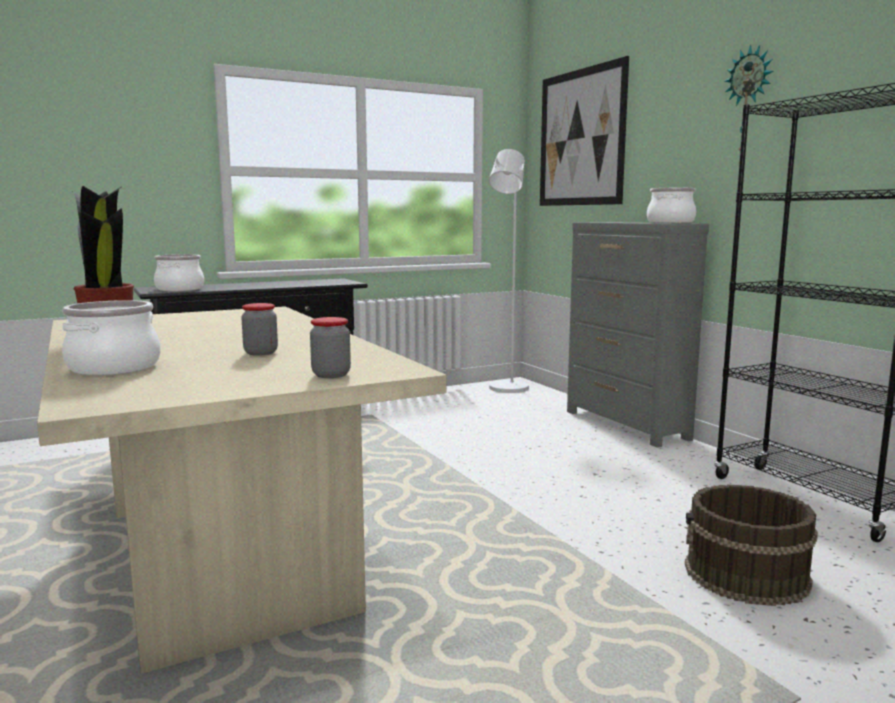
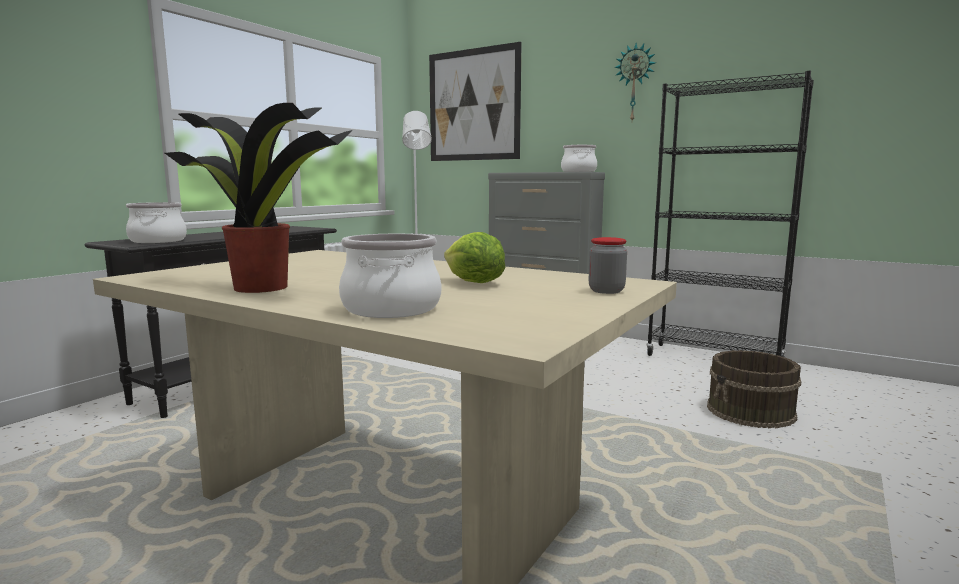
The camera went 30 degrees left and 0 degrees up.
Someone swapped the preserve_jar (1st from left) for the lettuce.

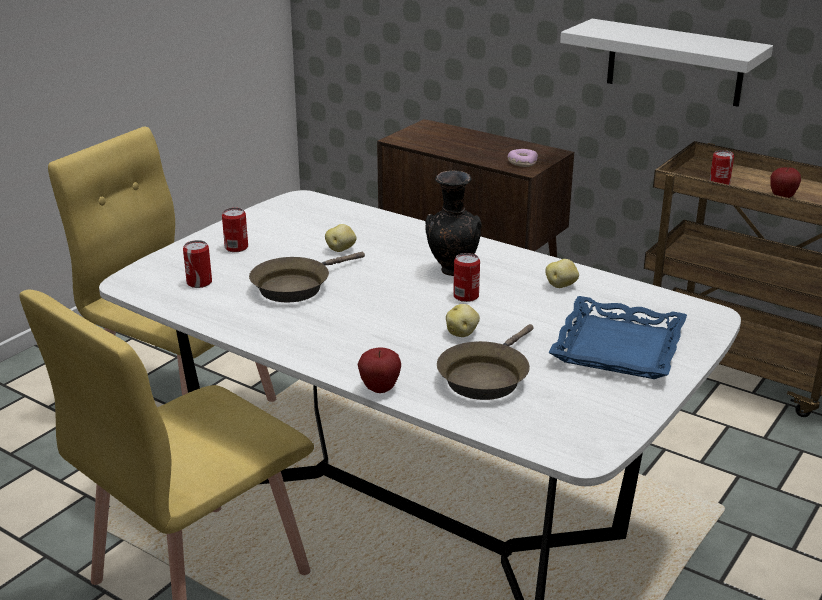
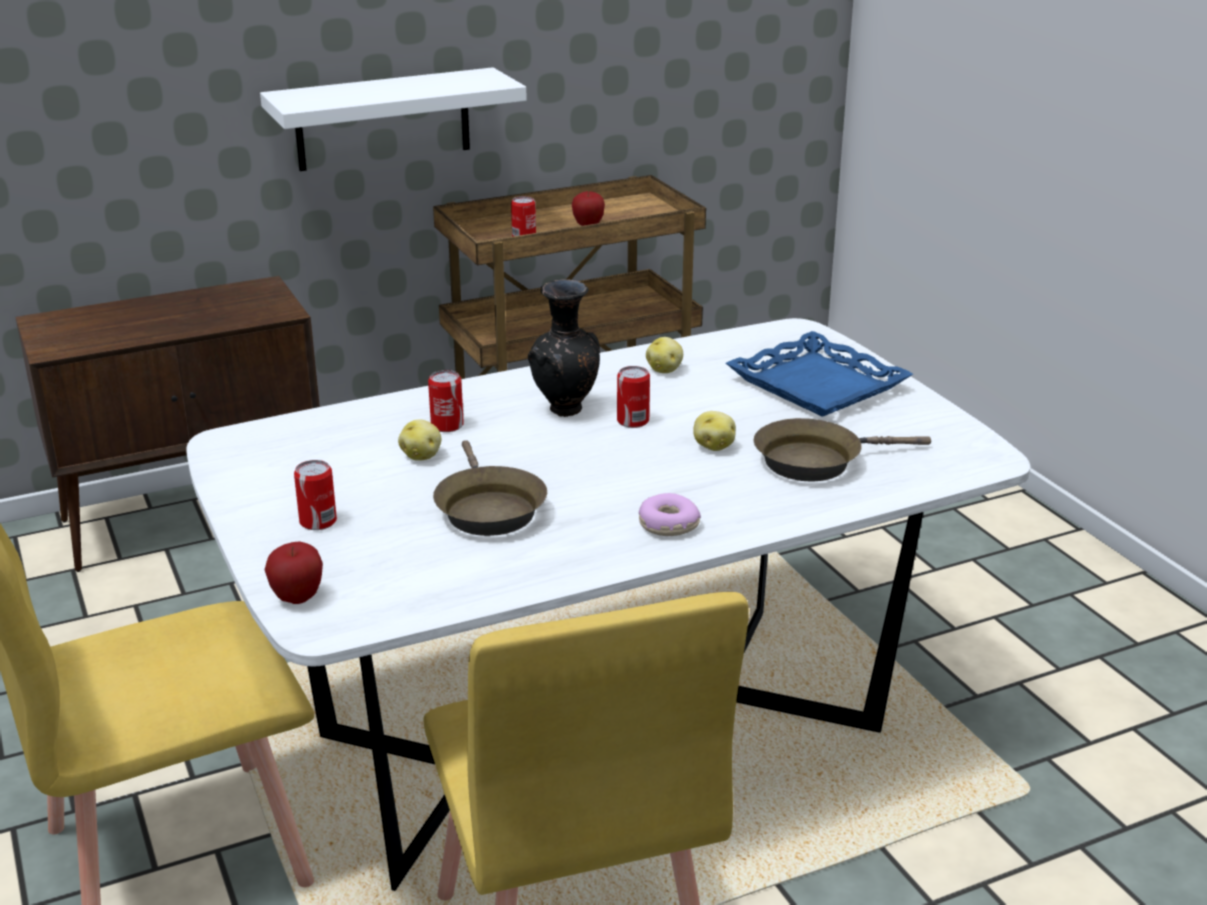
The camera went 60 degrees left and 0 degrees up.
Someone carried the sealed_can (1st from left in the first image).
Someone carried the apple (1st from left).
Someone carried the doughnut.
Someone rotated the brown_pan (2nd from left) by 105 degrees clockwise.

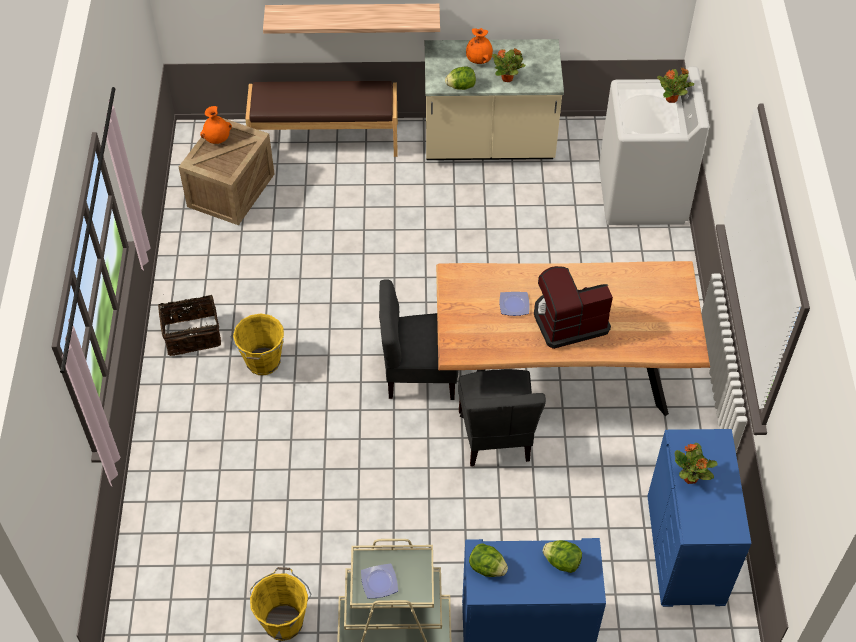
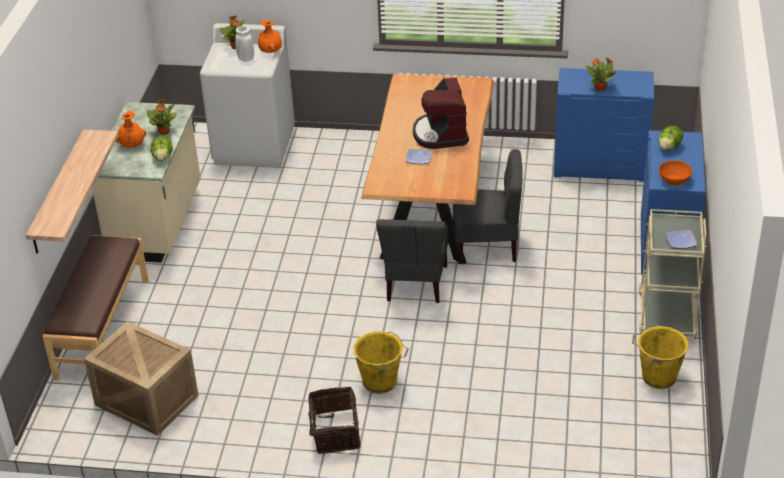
The camera went 80 degrees left and 15 degrees down.
Someone put down the white_vase.
Someone carried the orangey_vase (1st from left in the first image).
Someone swapped the lettuce (2nd from left) for the orangey_deep_dish.

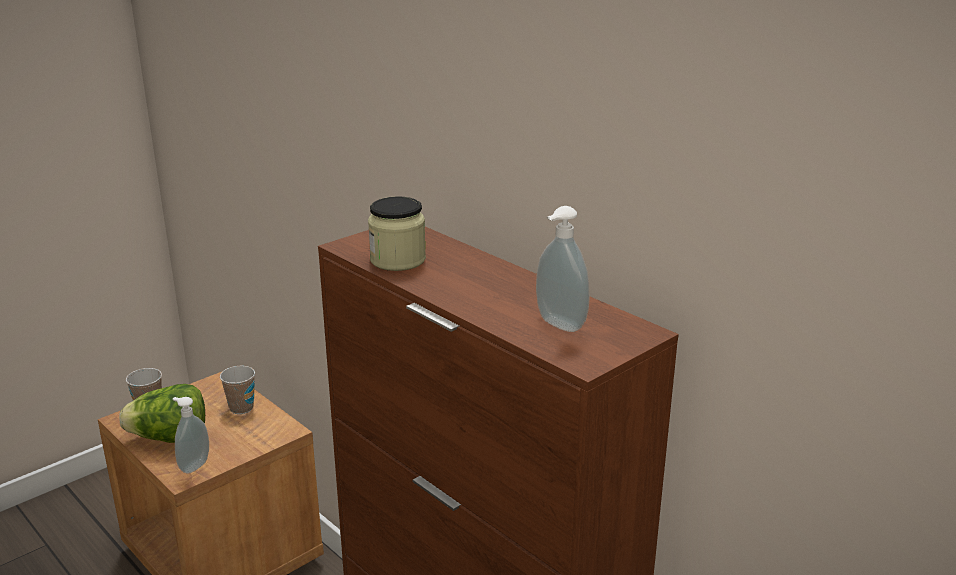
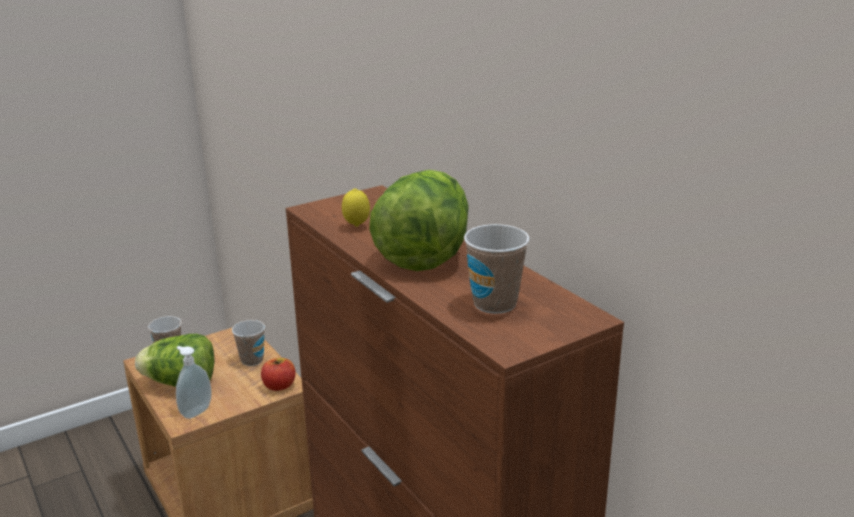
The camera went 10 degrees right and 0 degrees up.
Someone put down the apple.
Someone put down the lettuce (2nd from left).
Someone swapped the preserve_jar for the lemon.
Someone swapped the soap_bottle (2nd from left) for the small_cup (3rd from left).

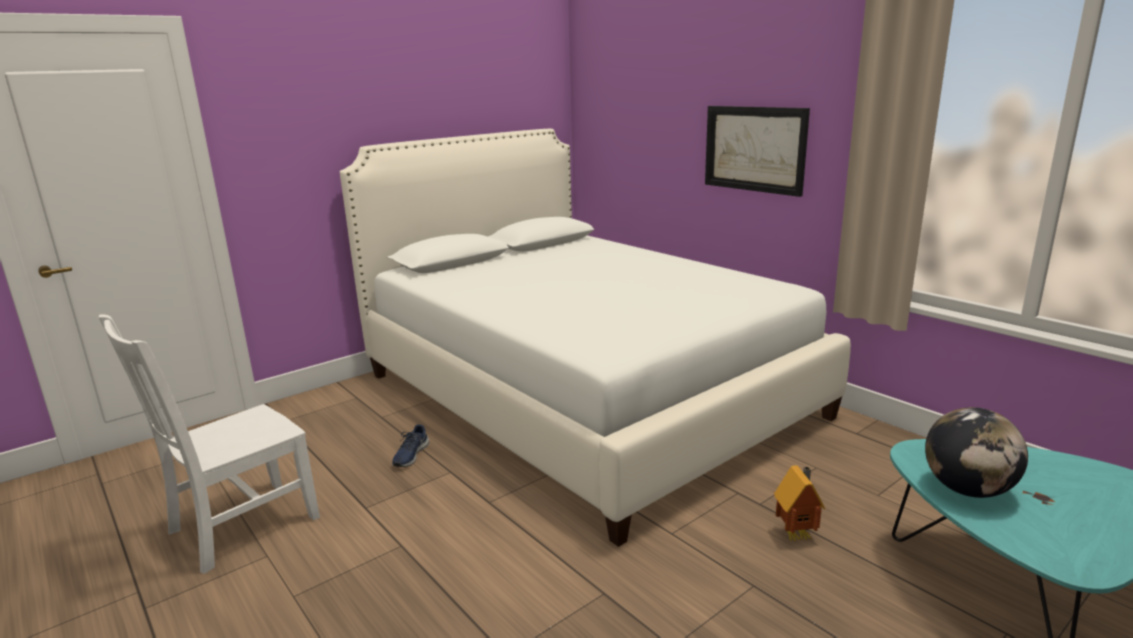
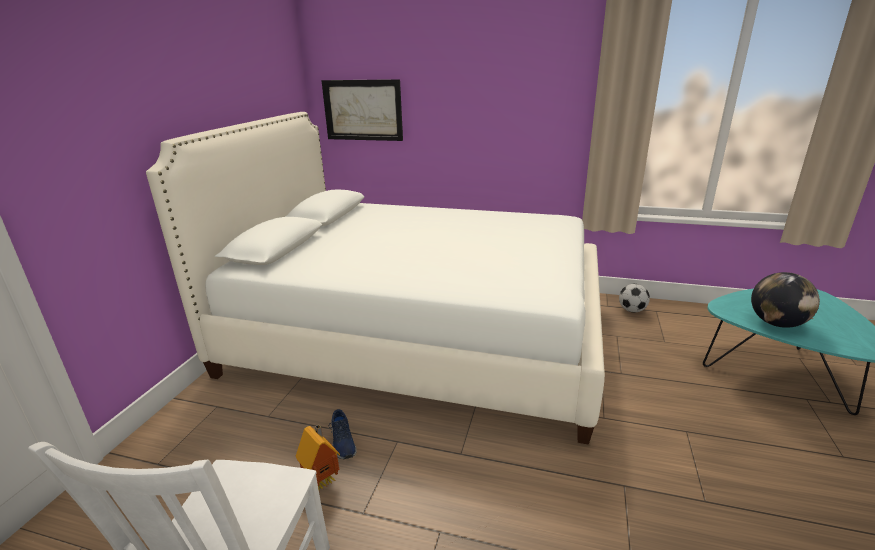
The camera went 35 degrees left and 5 degrees up.
Someone put down the football_ball.
Someone carried the wall_art.
Someone carried the toy_house.

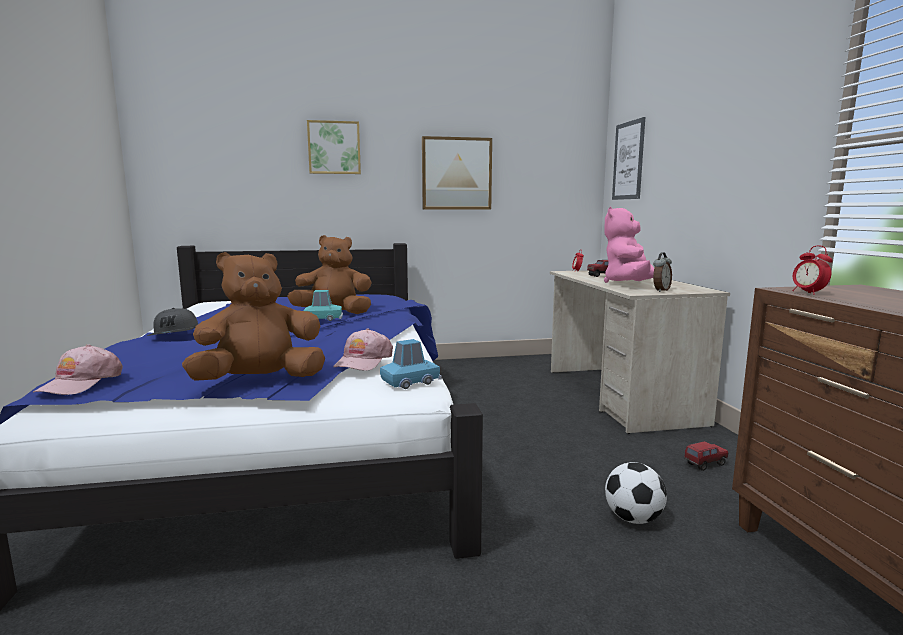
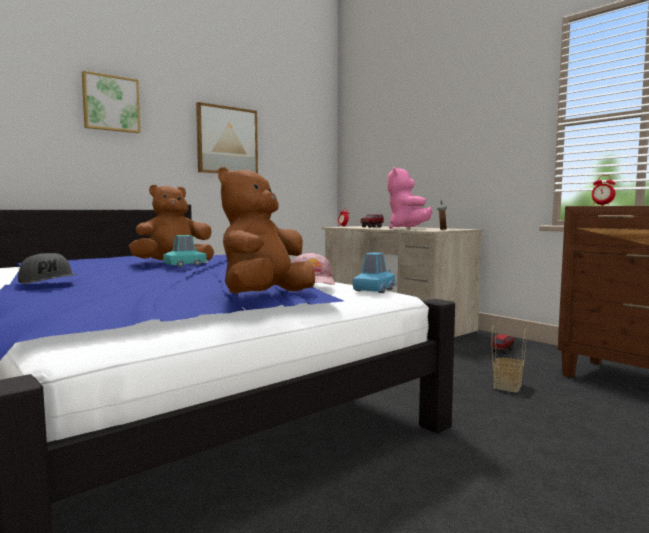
The camera went 30 degrees left and 5 degrees down.
Someone took away the pinkish_peaked_cap (1st from left).
Someone took away the wall_art (3rd from left).
Someone swapped the football_ball for the household_basket.

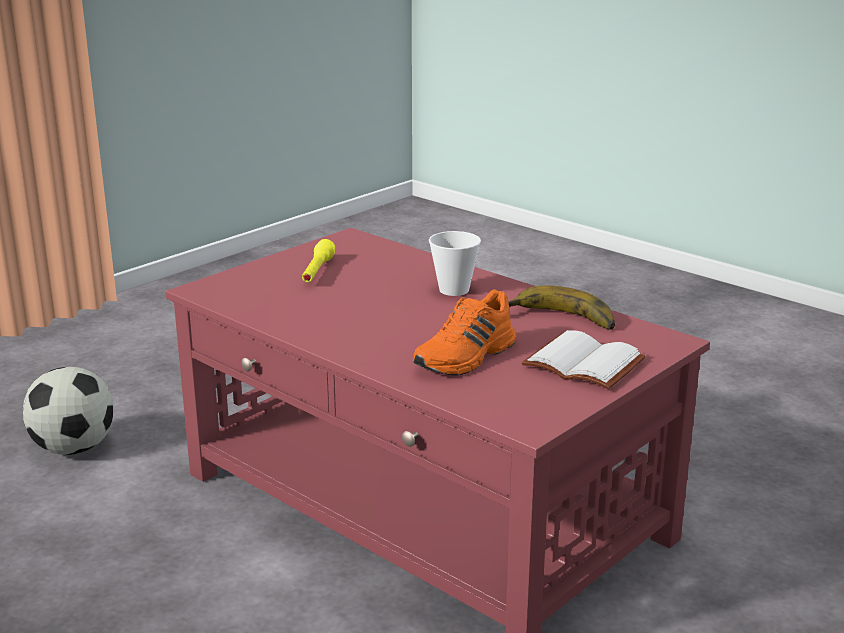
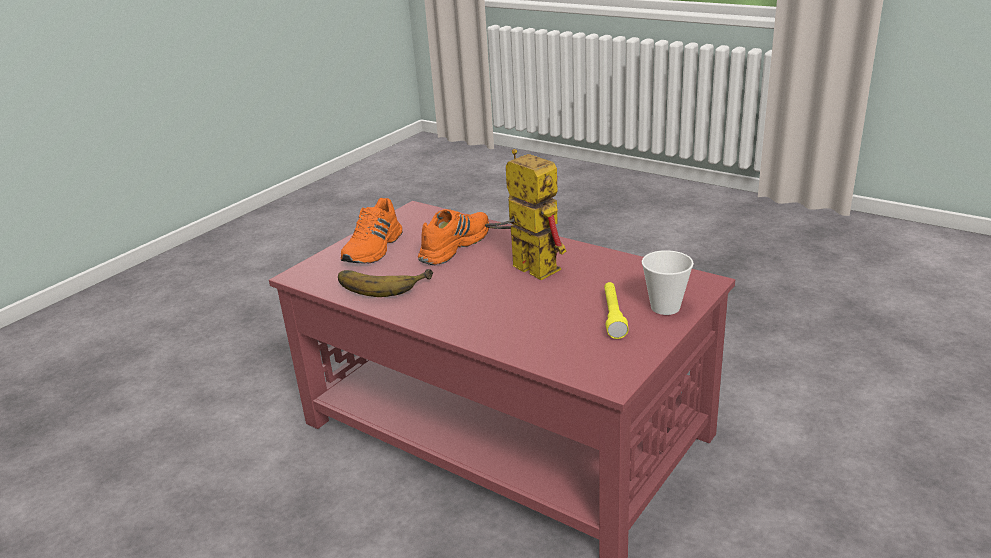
The camera went 175 degrees right and 5 degrees up.
Someone took away the football_ball.
Someone put down the robot_figure.
Someone carried the small_cup.
Someone swapped the white_bound_book for the orangey_low_shoe (1st from left).

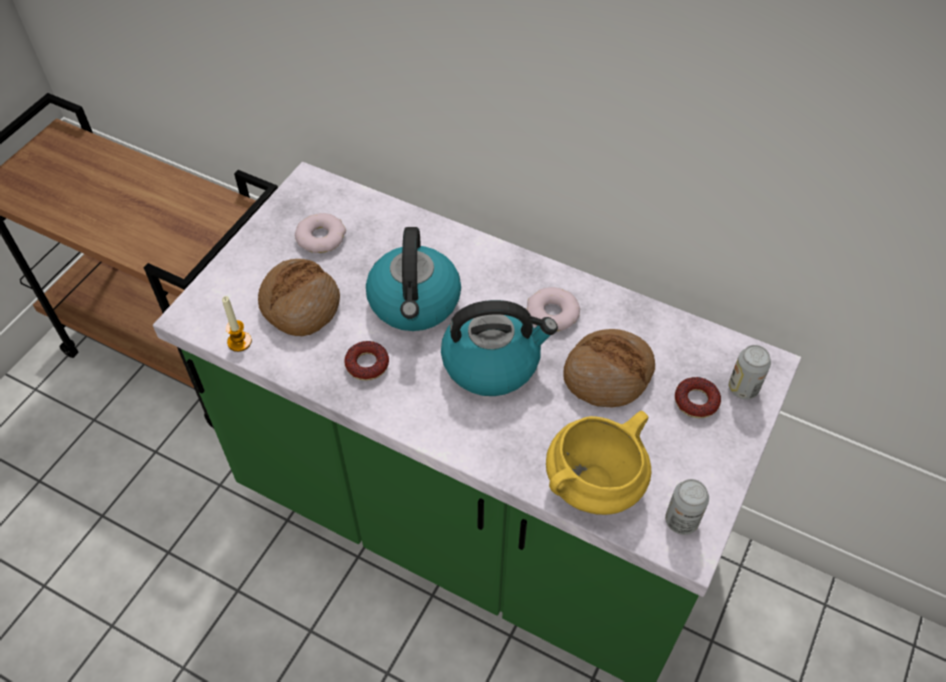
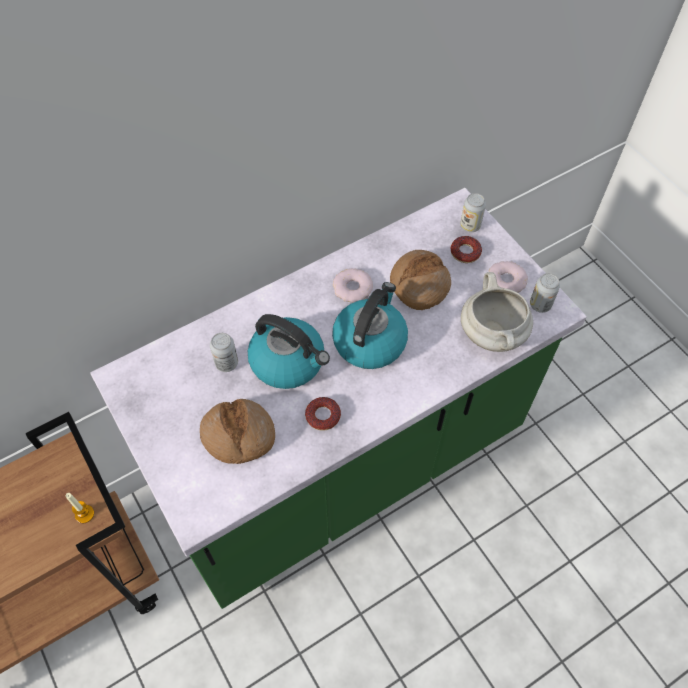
The camera went 60 degrees left and 5 degrees up.
Someone put down the sealed_can (1st from left).
Someone carried the candle.
Someone carried the doughnut (1st from left in the first image).
Someone repainted the yellowish_stockpot, which became the white_stockpot.

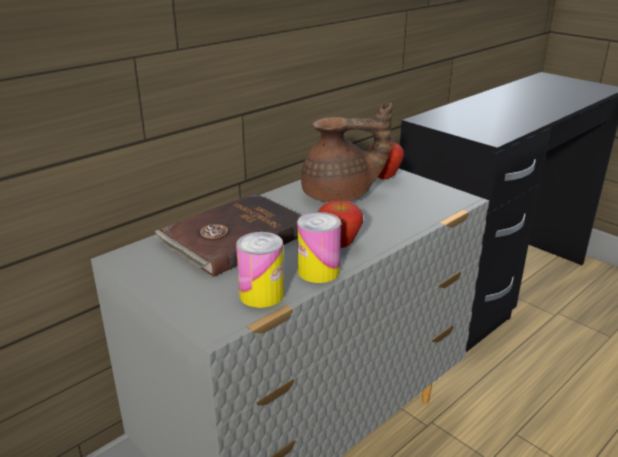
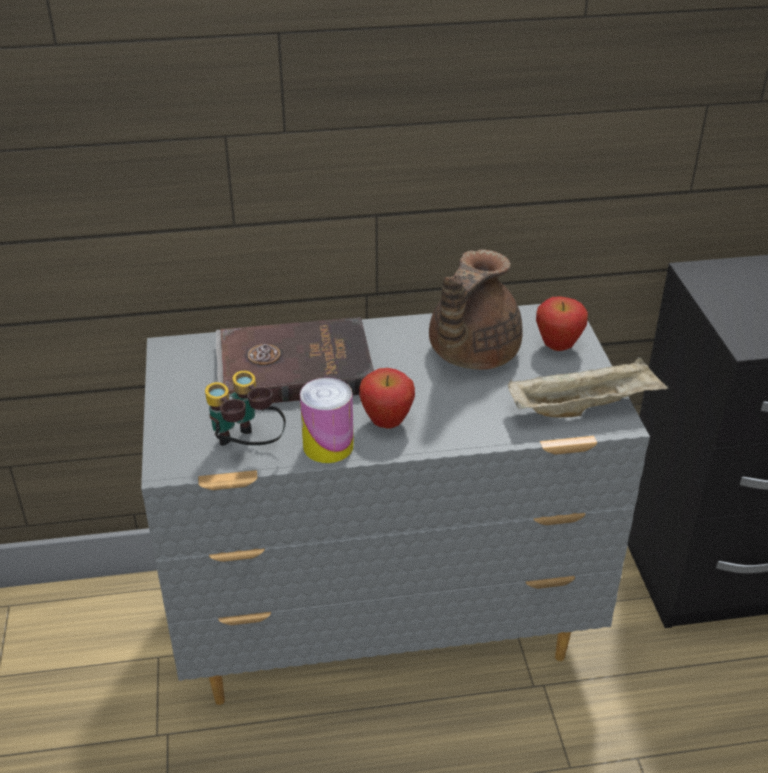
The camera went 35 degrees right and 10 degrees up.
Someone put down the beige_tray.
Someone swapped the sealed_can (1st from left) for the field_glasses.
Someone rotated the brown_tea_pot by 90 degrees clockwise.

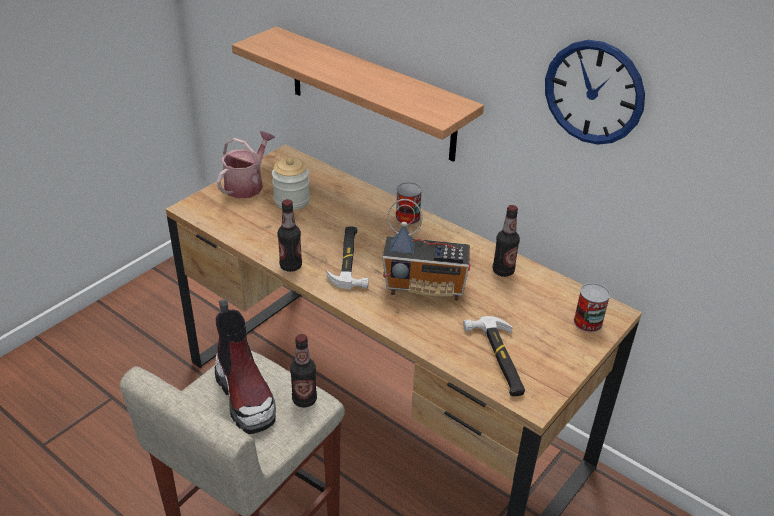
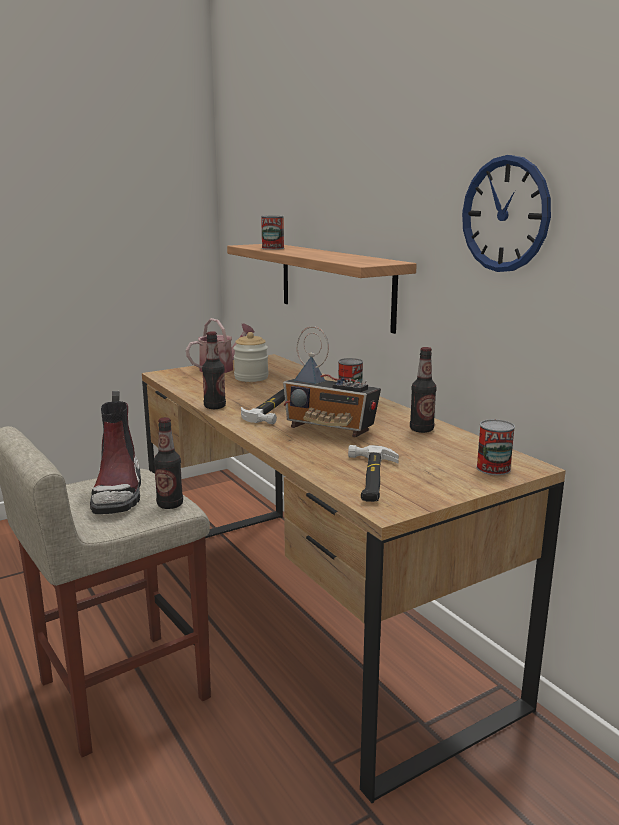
The camera went 20 degrees right and 20 degrees down.
Someone put down the sealed_can (1st from left).

